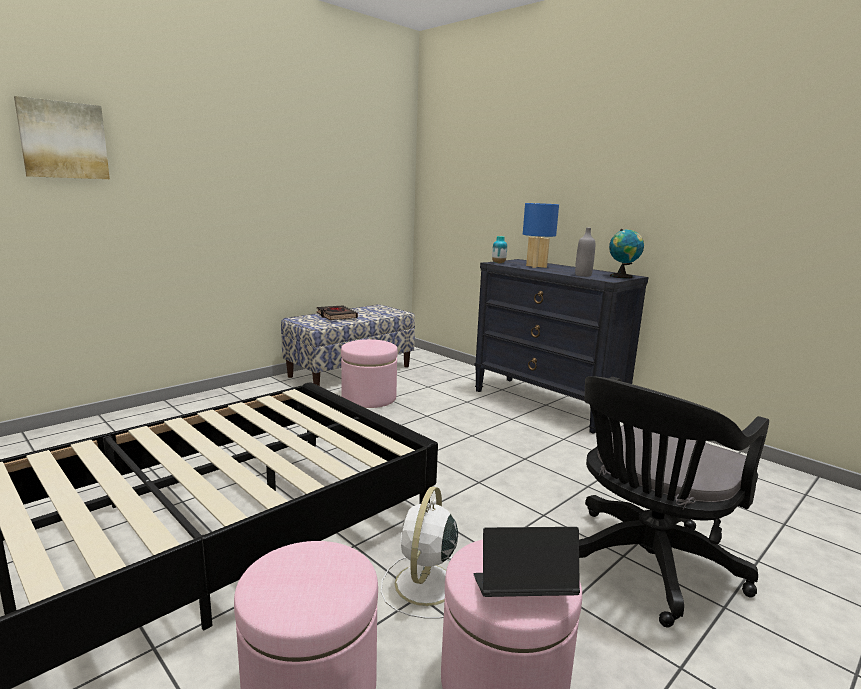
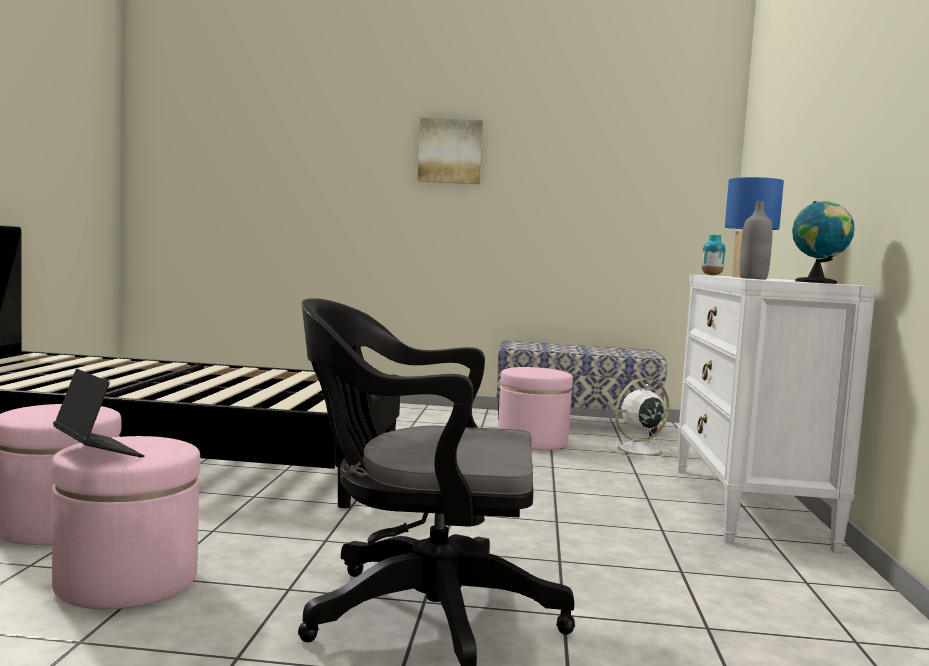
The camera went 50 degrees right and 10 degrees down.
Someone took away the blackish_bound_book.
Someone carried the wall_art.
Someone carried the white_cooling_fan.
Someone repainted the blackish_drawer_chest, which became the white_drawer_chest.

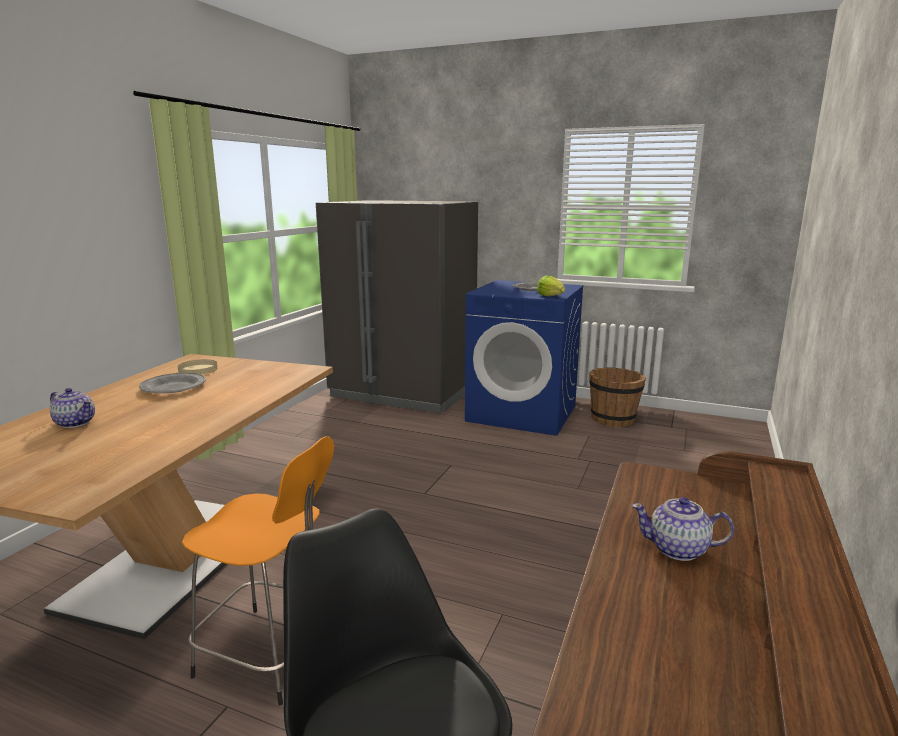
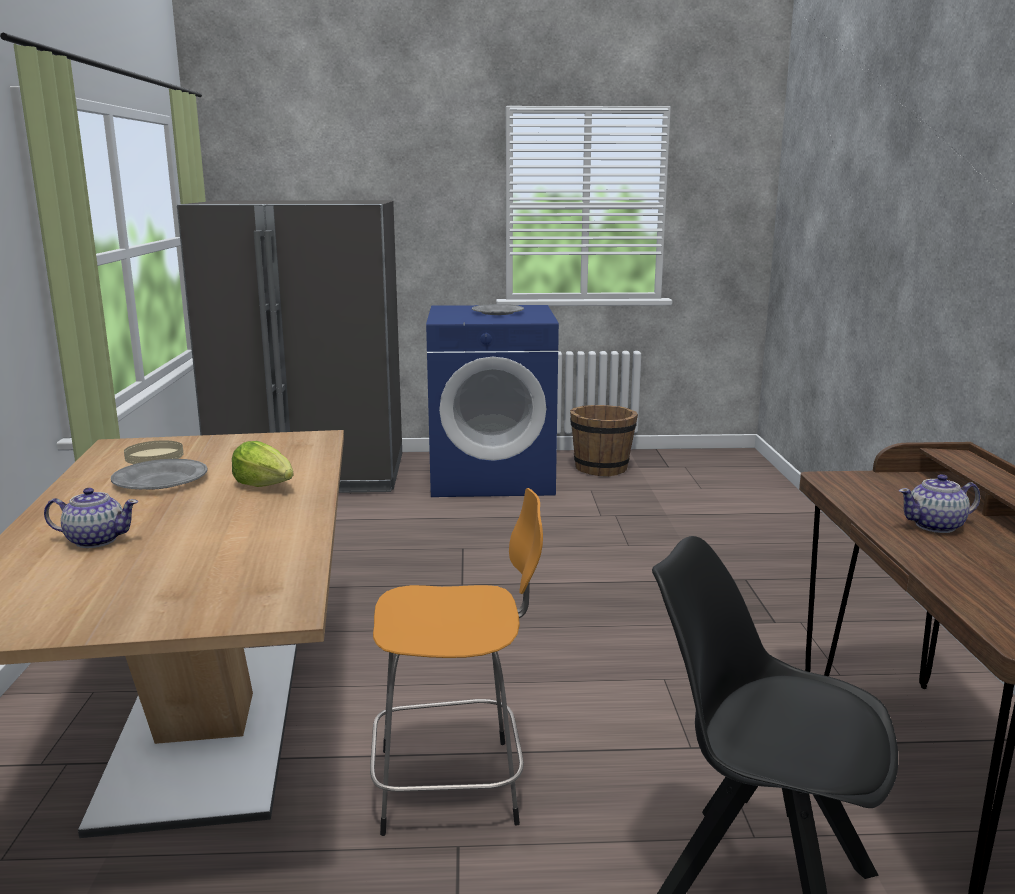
The camera went 25 degrees left and 0 degrees up.
Someone carried the lettuce.

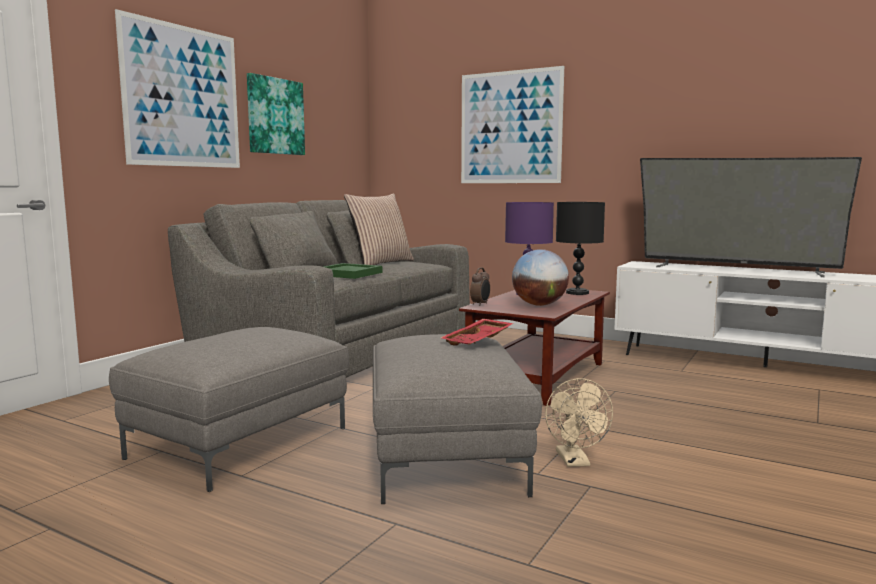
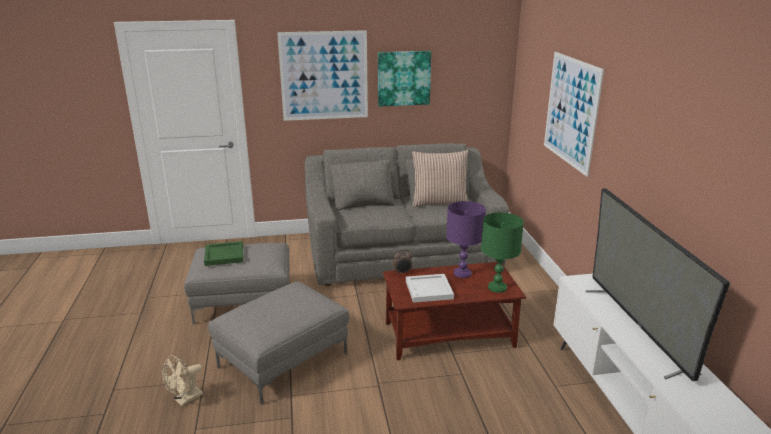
The camera went 50 degrees right and 15 degrees up.
Someone took away the red_tray.
Someone carried the greenish_tray.
Someone carried the beige_cooling_fan.
Someone swapped the globe for the white_tray.
Someone repainted the blackish_tabletop_lamp, which became the greenish_tabletop_lamp.

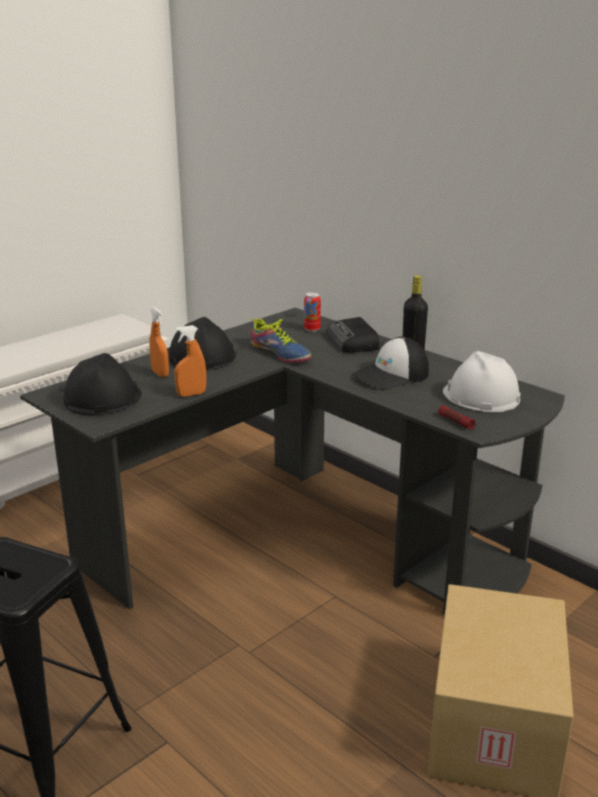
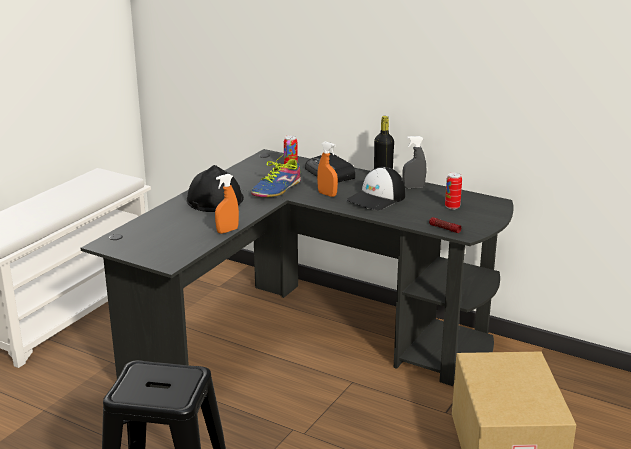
The camera went 15 degrees left and 0 degrees up.
Someone took away the blackish_work_helmet (1st from left).
Someone put down the grey_spray_bottle.
Someone carried the orangey_spray_bottle (1st from left in the first image).
Someone swapped the white_work_helmet for the sealed_can (2nd from left).
Someone rotated the low_shoe by 90 degrees clockwise.

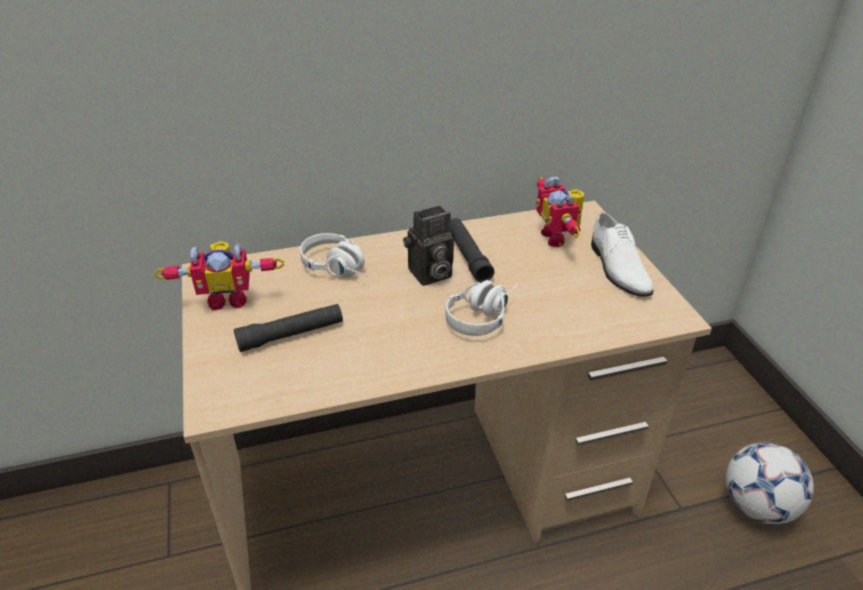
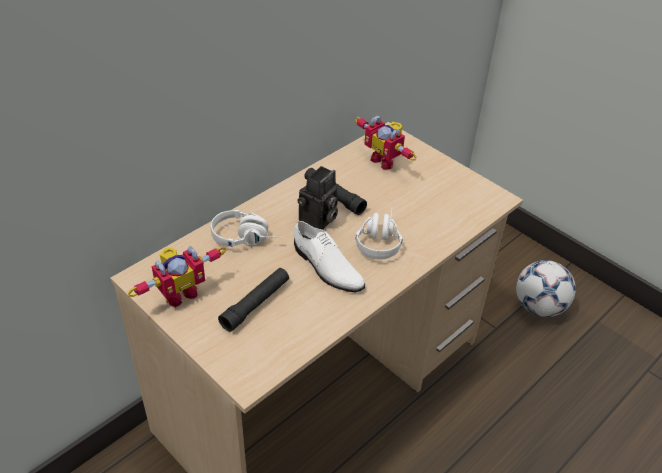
The camera went 30 degrees left and 5 degrees up.
Someone carried the white_low_shoe.

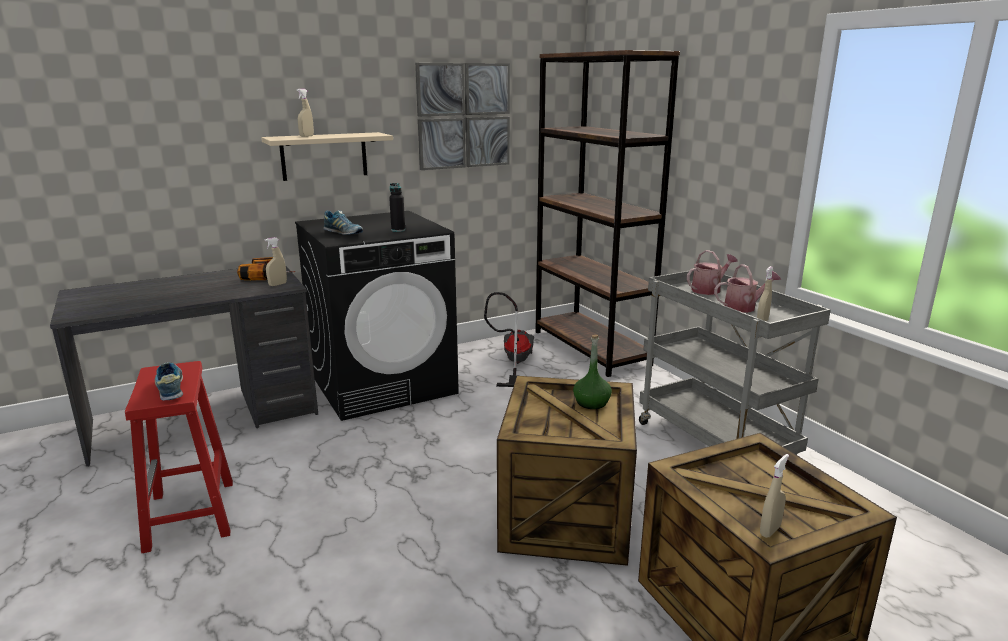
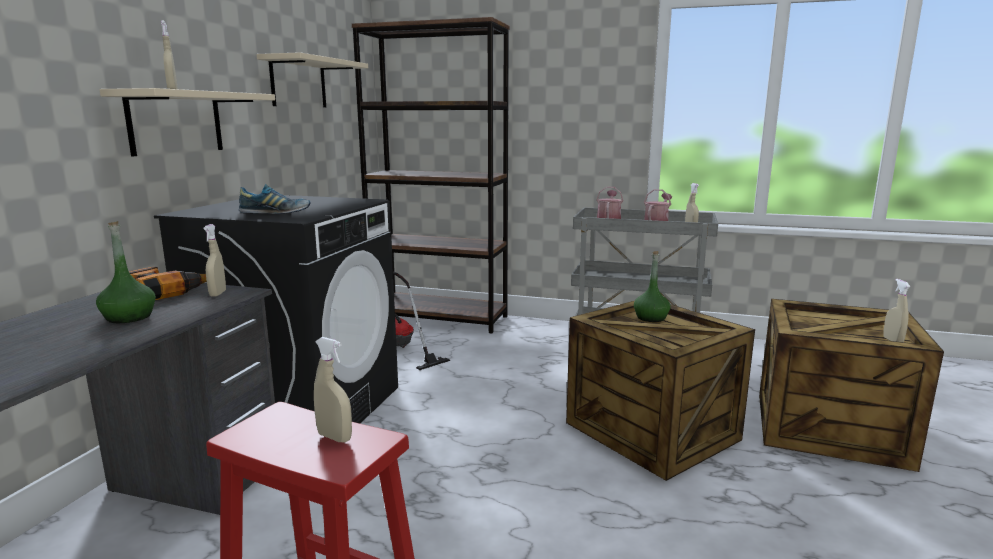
The camera went 45 degrees left and 5 degrees down.
Someone took away the blackish_bottle.
Someone put down the greenish_bottle (1st from left).
Someone swapped the low_shoe (1st from left) for the beige_spray_bottle (3rd from left).
Someone swapped the wall_art for the beige_shelf (2nd from left).

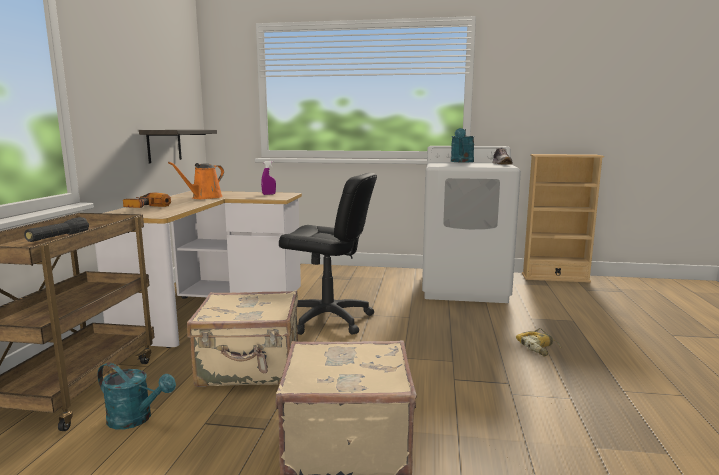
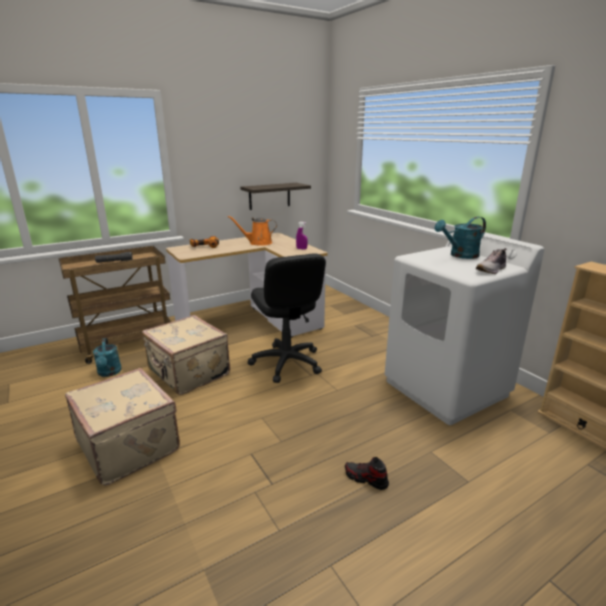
The camera went 50 degrees right and 10 degrees up.
Someone swapped the drill (2nd from left) for the low_shoe (1st from left).

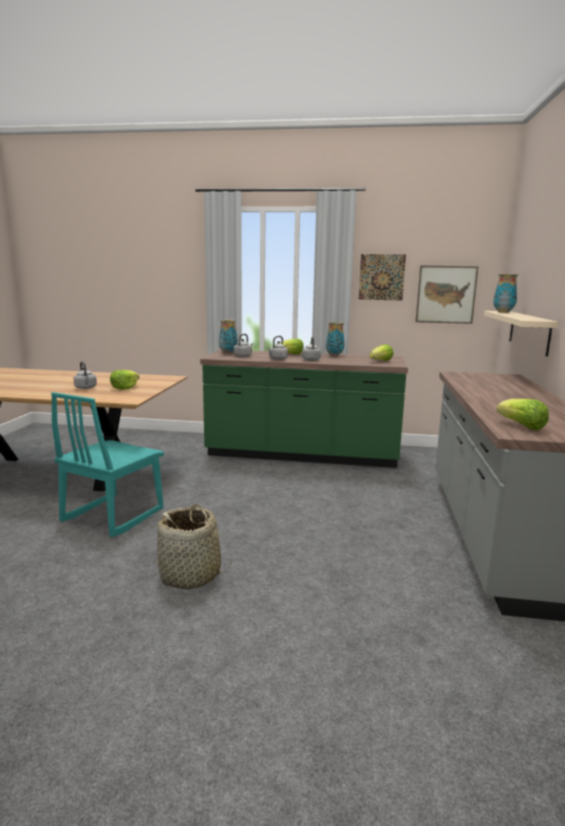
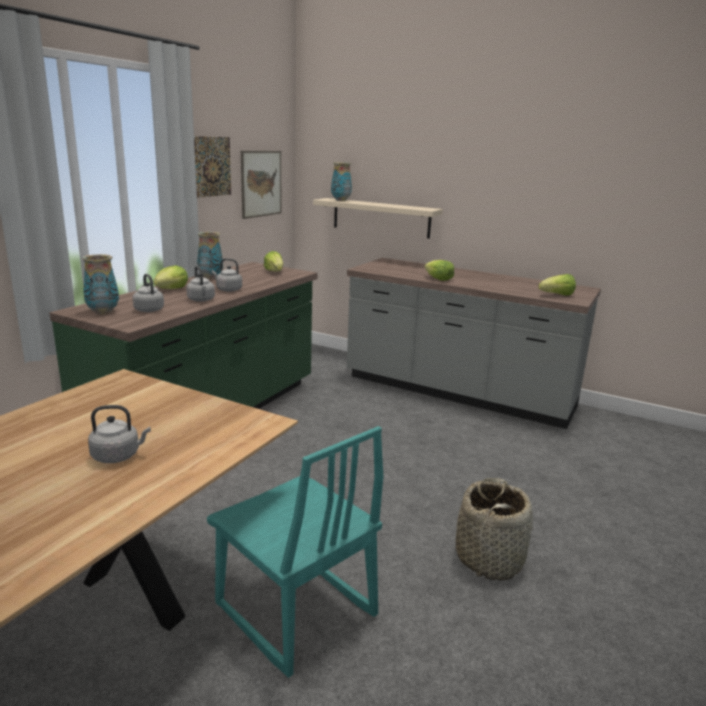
The camera went 70 degrees left and 5 degrees up.
Someone carried the lettuce (1st from left in the first image).

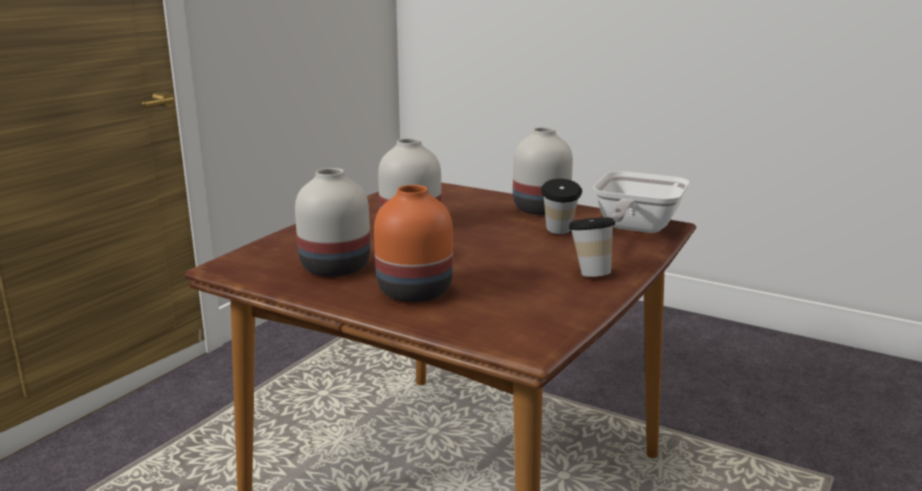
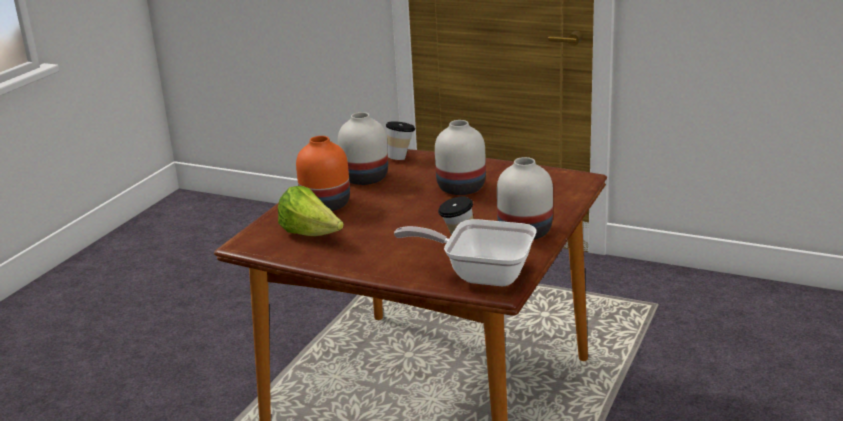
The camera went 85 degrees right and 5 degrees up.
Someone put down the lettuce.
Someone carried the small_cup (2nd from left in the first image).

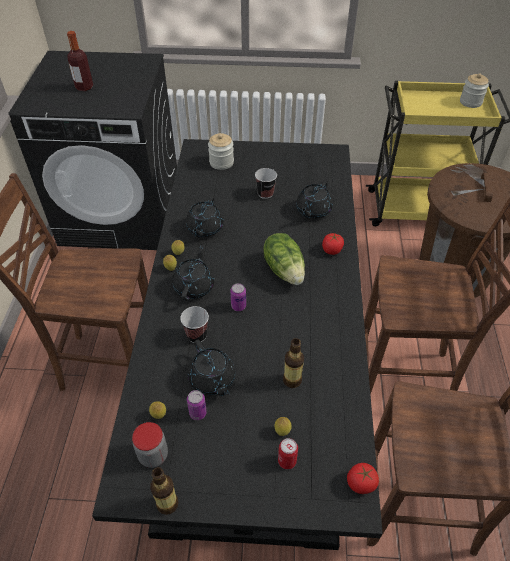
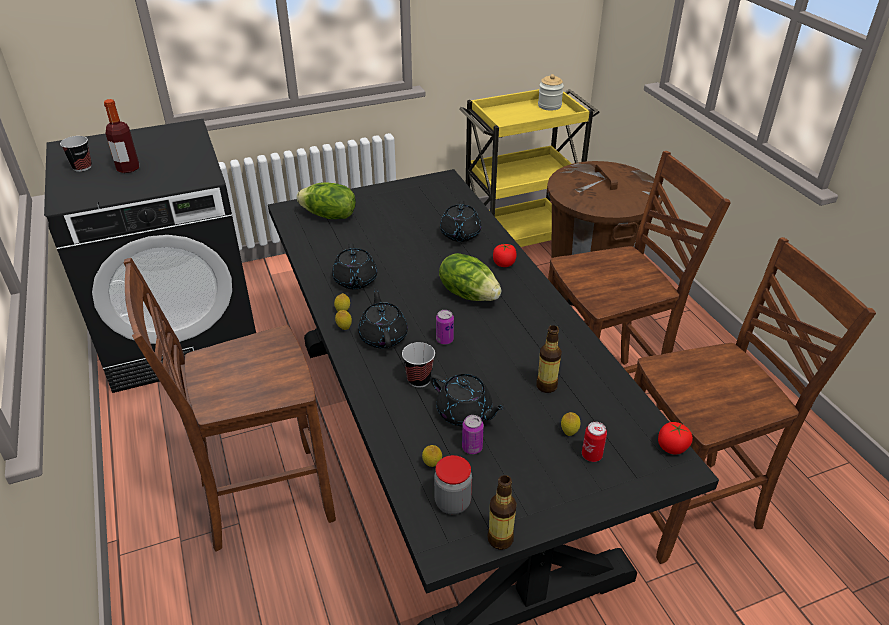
The camera went 25 degrees left and 10 degrees down.
Someone carried the small_cup (2nd from left in the first image).
Someone swapped the preserve_jar (2nd from left) for the lettuce (1st from left).

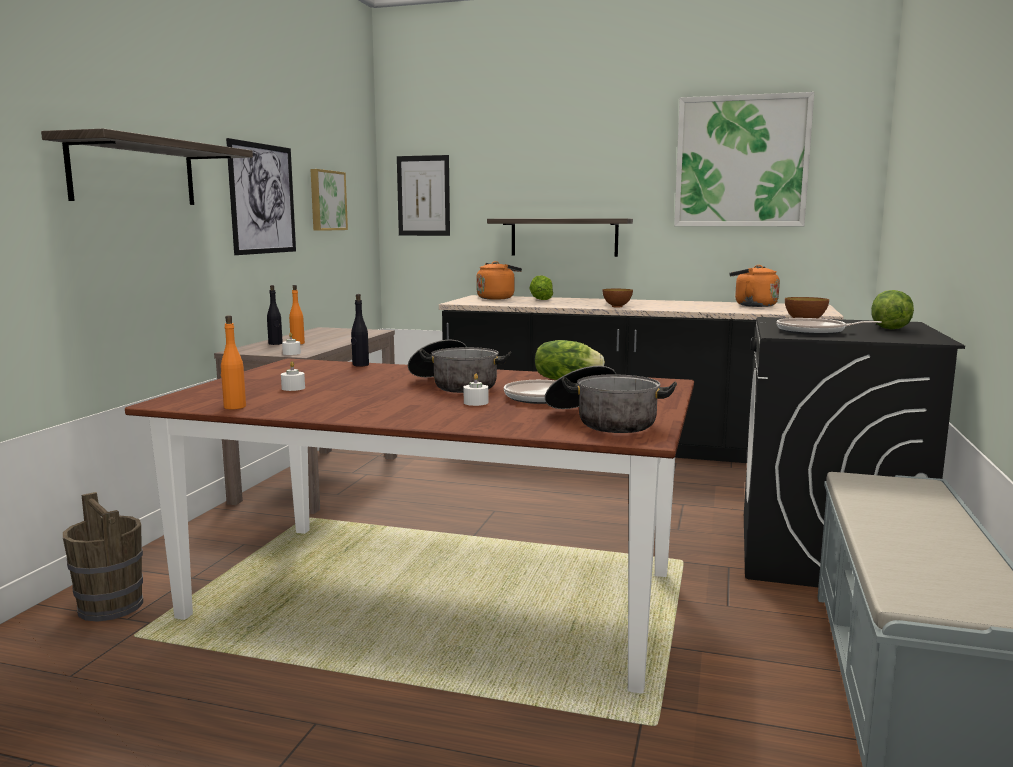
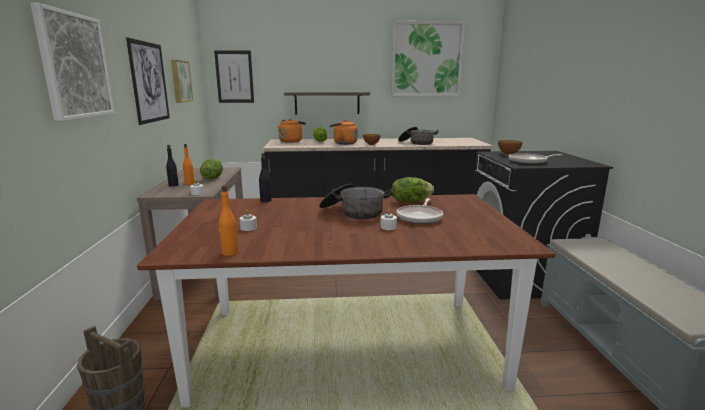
The camera went 20 degrees left and 5 degrees up.
Someone carried the stockpot (2nd from left).
Someone carried the orangey_water_kettle (2nd from left).
Someone carried the lettuce (3rd from left in the first image).
Someone swapped the shelf (1st from left) for the wall_art (1st from left).

